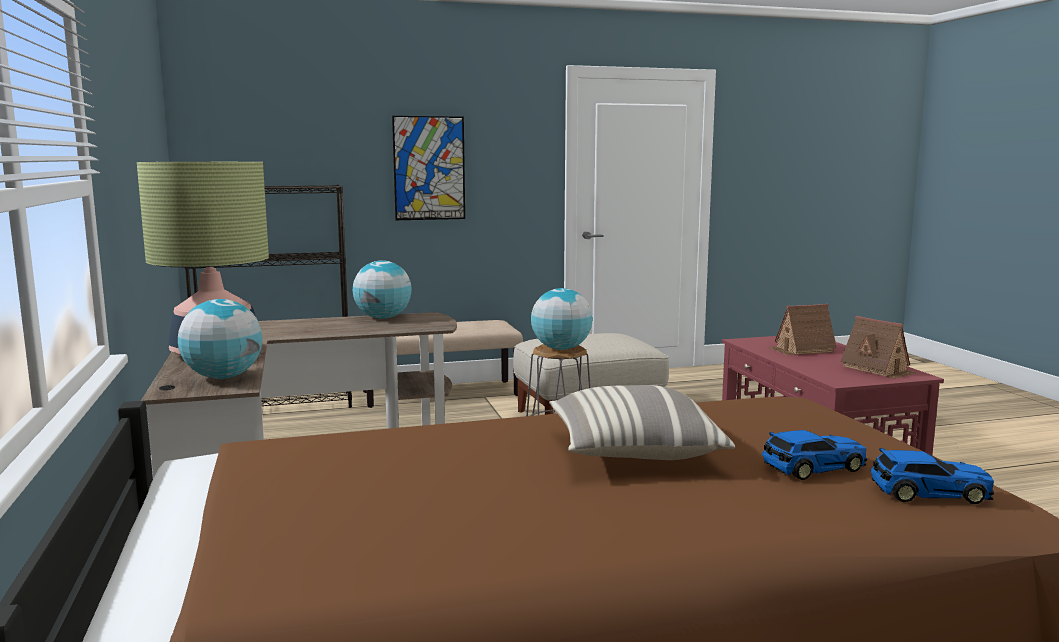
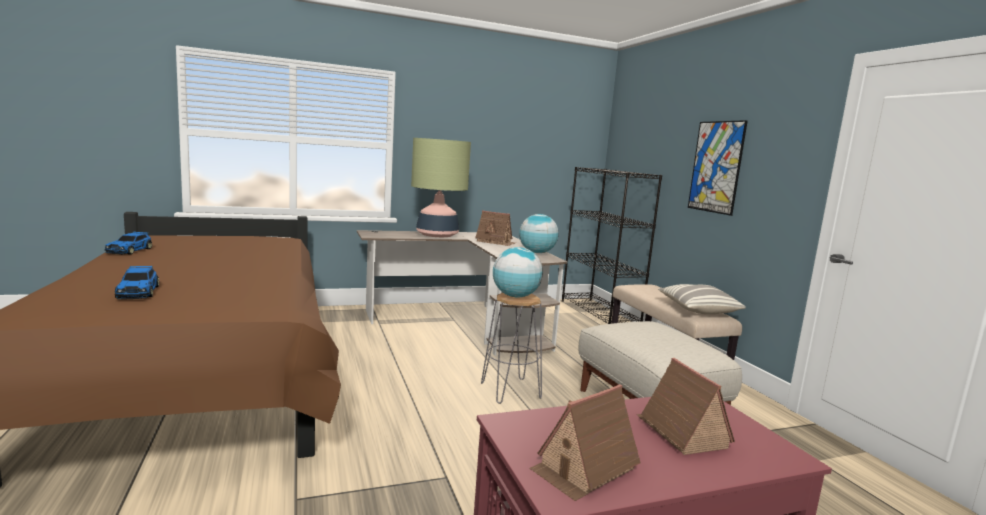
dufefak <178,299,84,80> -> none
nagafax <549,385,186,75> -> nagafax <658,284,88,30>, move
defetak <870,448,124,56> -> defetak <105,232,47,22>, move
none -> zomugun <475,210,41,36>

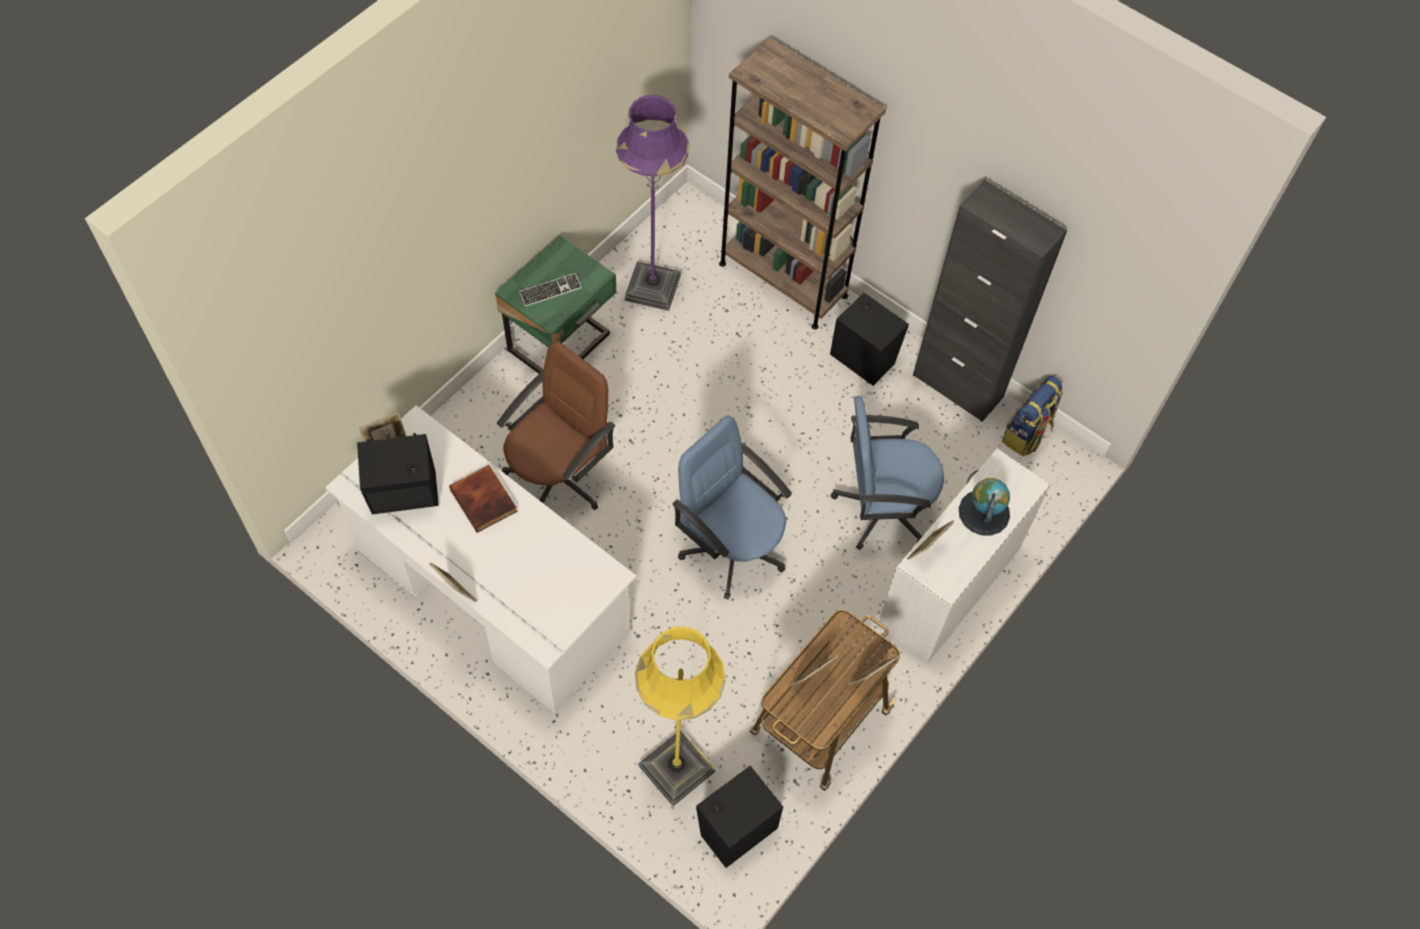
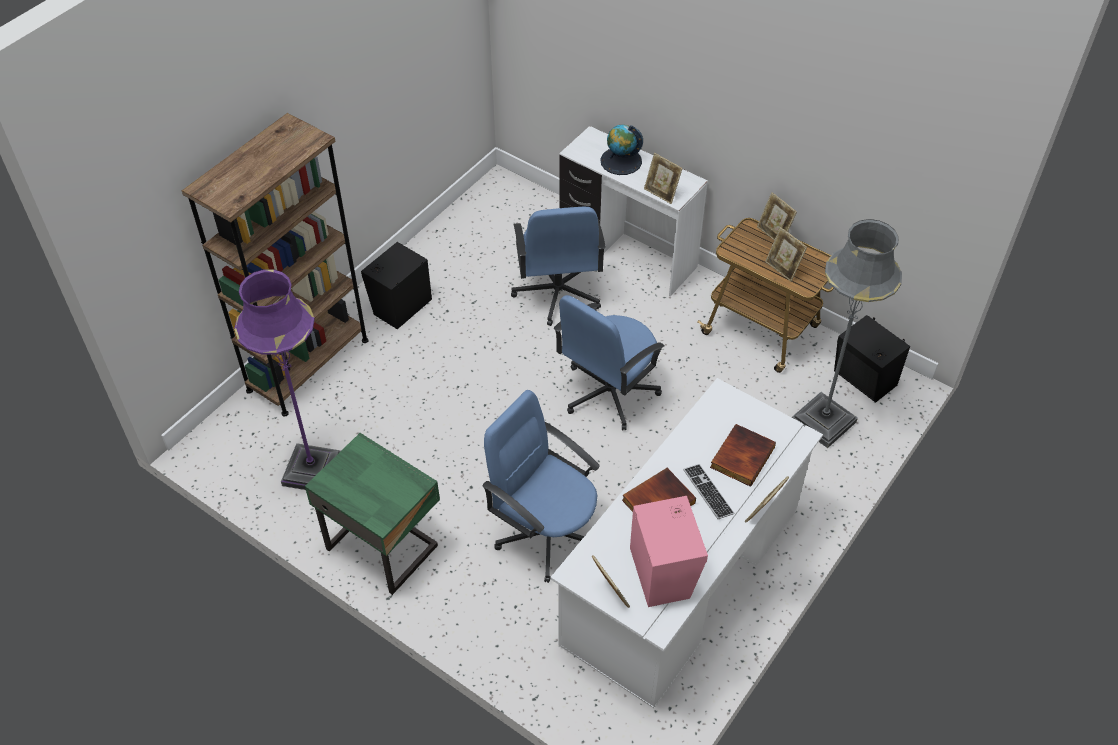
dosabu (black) <913,180,154,242> -> none
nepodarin <519,273,63,34> -> nepodarin <683,464,51,55>, move
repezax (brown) <497,341,118,169> -> repezax (blue) <482,390,118,193>
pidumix <1002,376,61,80> -> none
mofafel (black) <357,433,82,81> -> mofafel (pink) <630,496,78,111>
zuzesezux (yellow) <635,626,90,180> -> zuzesezux (grey) <792,219,110,229>
none -> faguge <710,424,66,63>

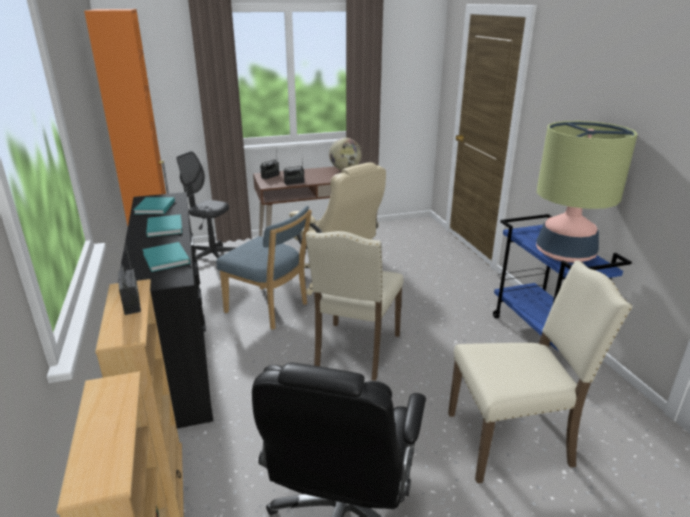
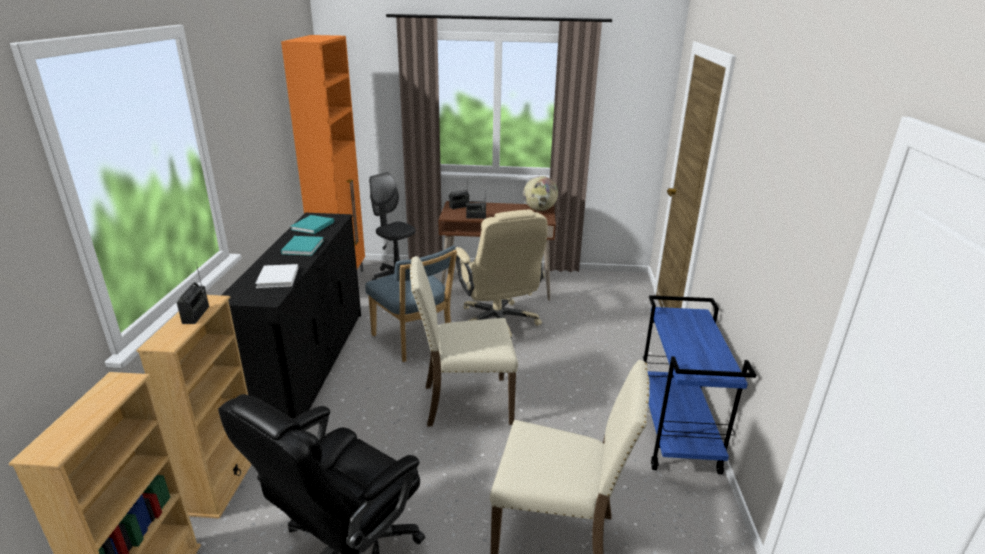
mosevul <536,121,102,142> -> none
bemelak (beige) <305,231,99,150> -> bemelak (beige) <410,256,108,171>, 45 degrees clockwise
faguge (turquoise) <142,242,48,30> -> faguge (white) <255,264,43,24>

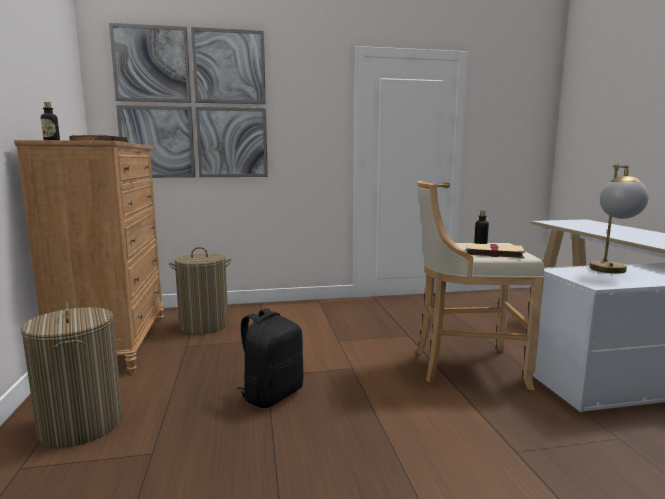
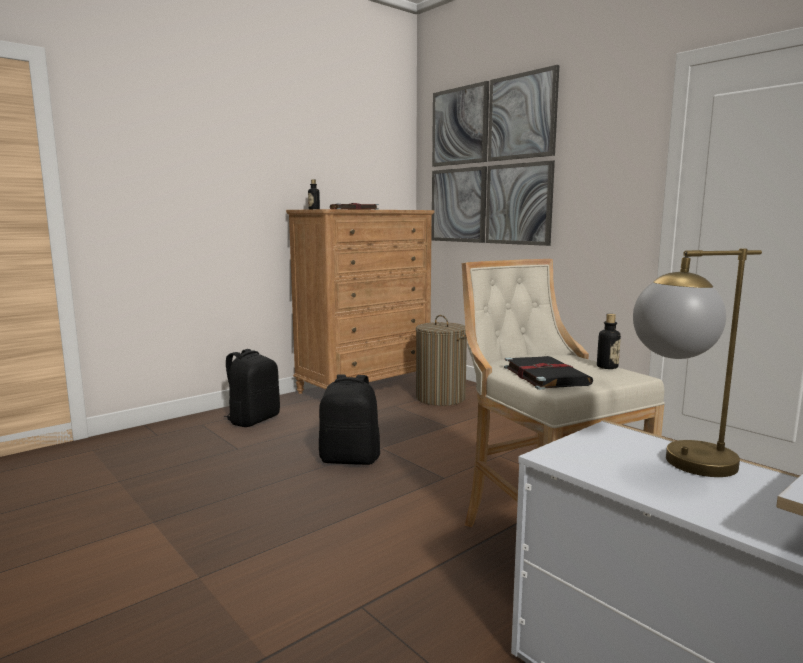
faguge (beige) <466,243,59,16> -> faguge (black) <504,356,89,34>
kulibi <21,302,102,146> -> pidumix (black) <224,349,56,78>

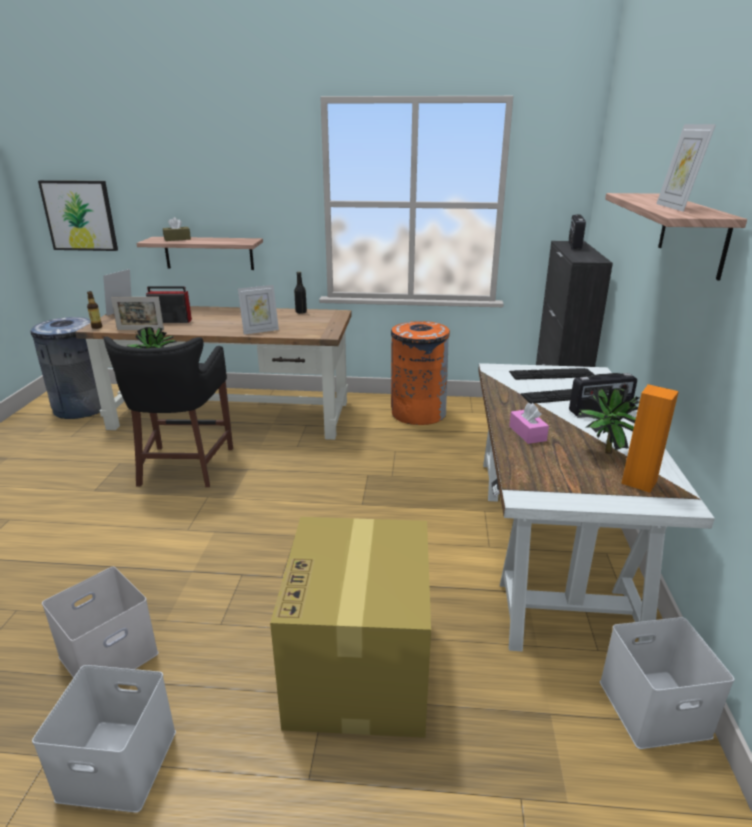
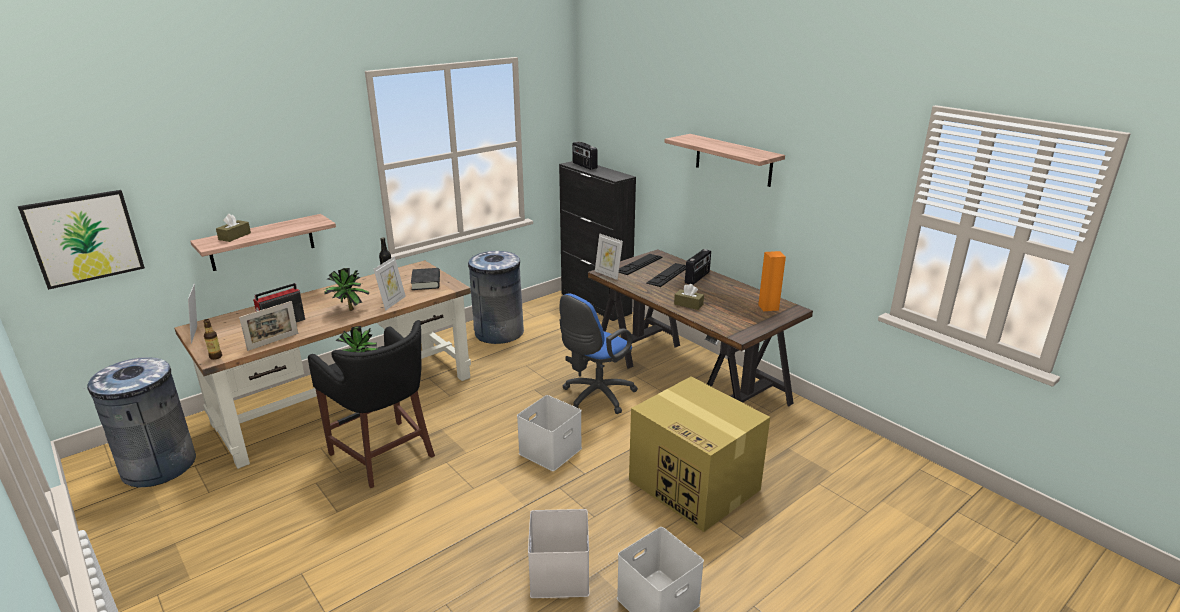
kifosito <656,124,60,88> -> kifosito <595,233,28,47>, move
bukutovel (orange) <391,321,59,104> -> bukutovel (grey) <468,251,56,93>
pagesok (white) <478,363,237,288> -> pagesok (brown) <588,249,225,157>
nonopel <577,387,62,67> -> nonopel <324,268,45,43>, move
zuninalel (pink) <509,403,40,41> -> zuninalel (brown) <674,284,30,26>
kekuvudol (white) <600,617,135,132> -> kekuvudol (white) <517,395,65,76>, move
none -> faguge (black) <411,268,29,22>
none -> repezax (blue) <560,293,78,121>

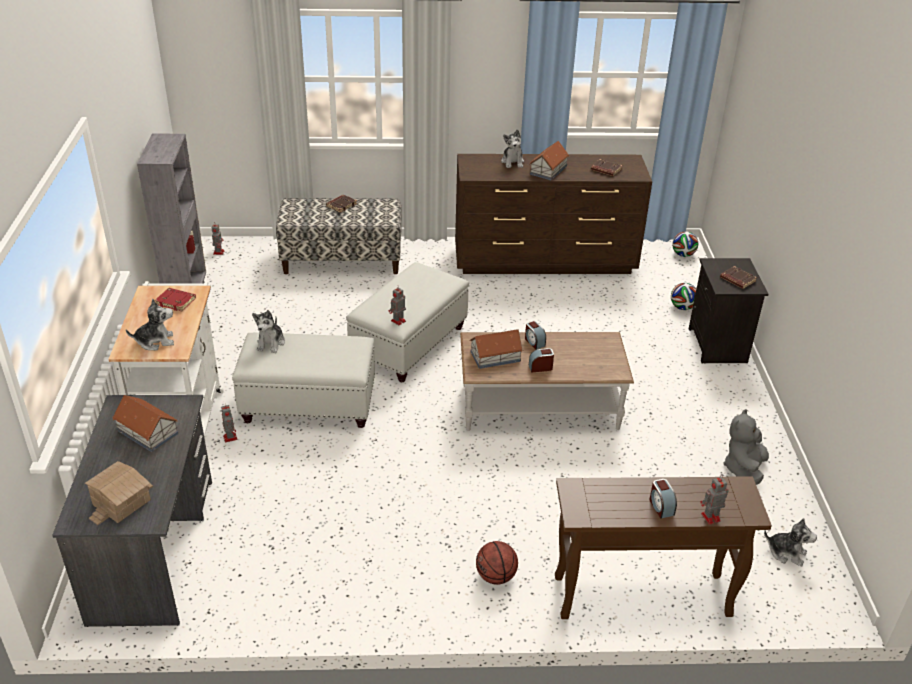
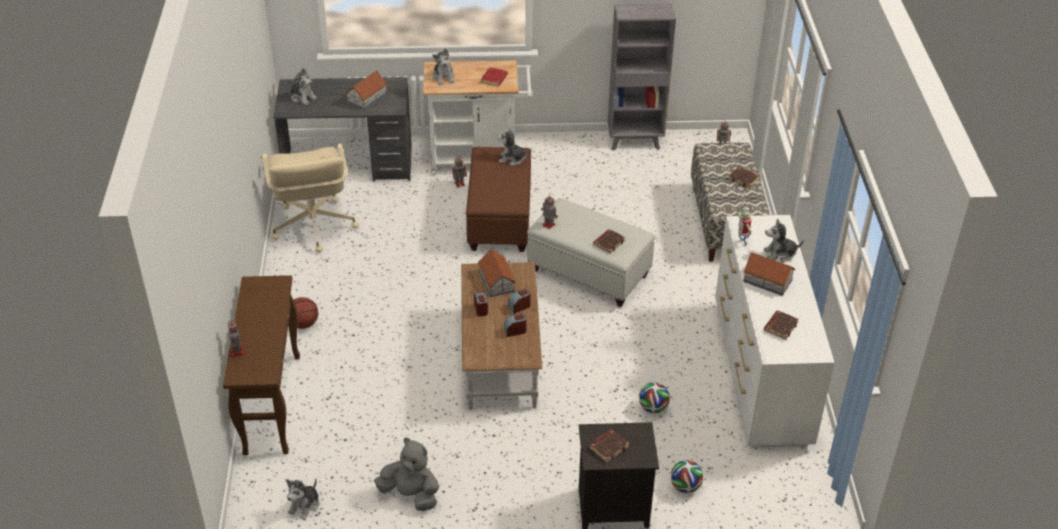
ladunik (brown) <455,154,197,120> -> ladunik (white) <715,215,120,233>
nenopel <672,231,26,26> -> nenopel <639,383,31,30>, move
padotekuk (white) <232,333,143,95> -> padotekuk (brown) <466,147,65,105>
zomugun <85,461,68,64> -> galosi <288,68,29,37>
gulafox <649,479,28,39> -> gulafox <504,313,23,24>, move
none -> repezax (beige) <262,143,97,109>
none -> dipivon <736,206,15,40>
none -> faguge (brown) <593,229,33,24>

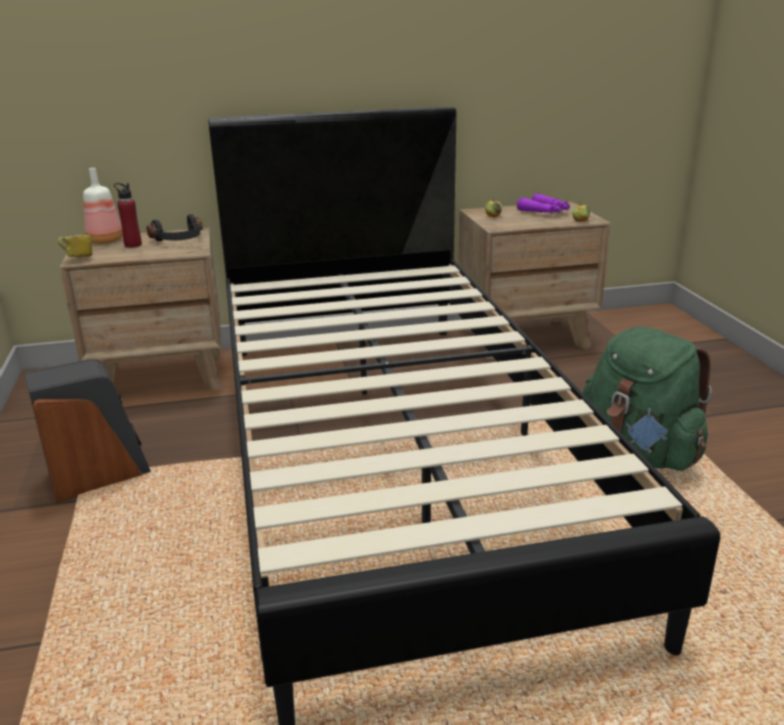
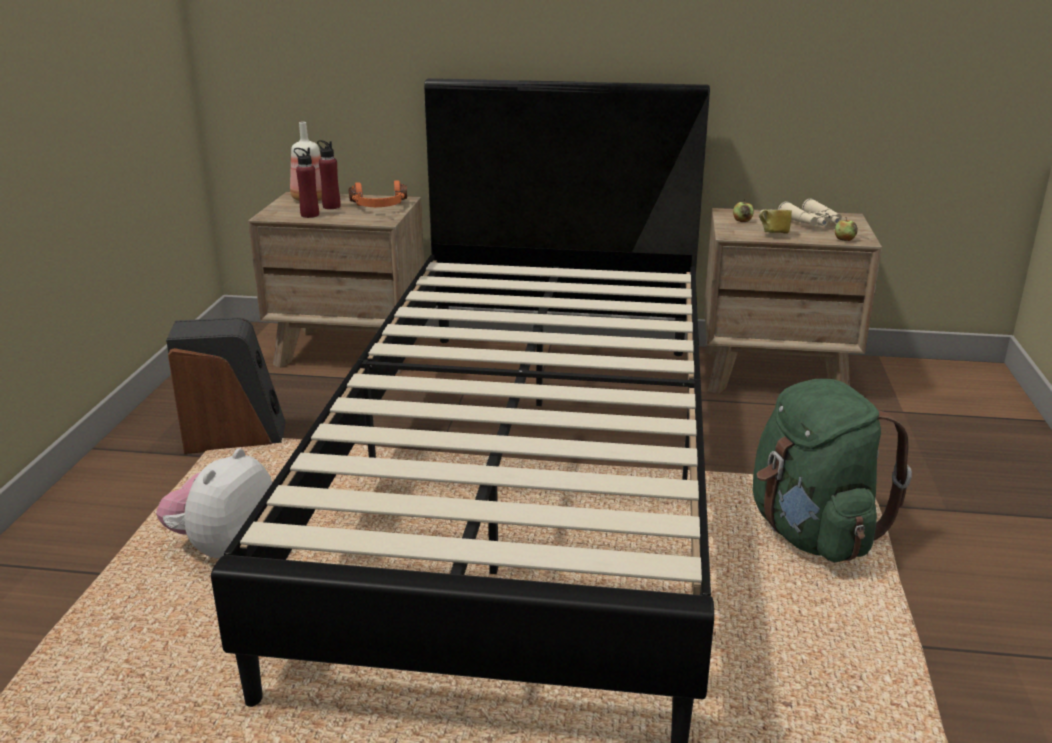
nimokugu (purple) <517,193,53,20> -> nimokugu (beige) <778,199,64,27>
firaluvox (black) <147,214,56,27> -> firaluvox (orange) <349,181,58,26>
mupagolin <58,235,34,22> -> mupagolin <759,209,33,25>, move
none -> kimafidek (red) <294,147,25,71>
none -> galosi <156,448,117,110>

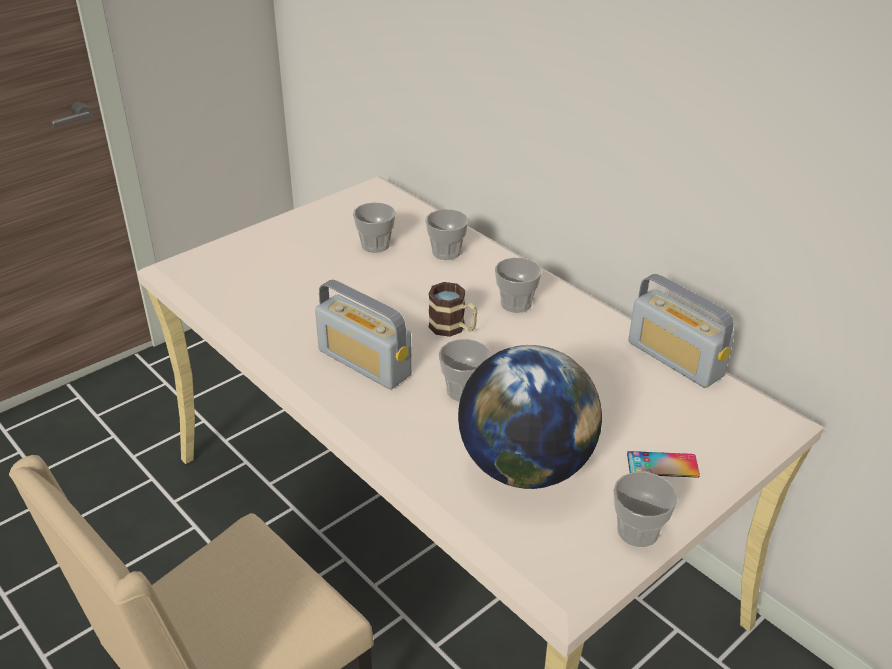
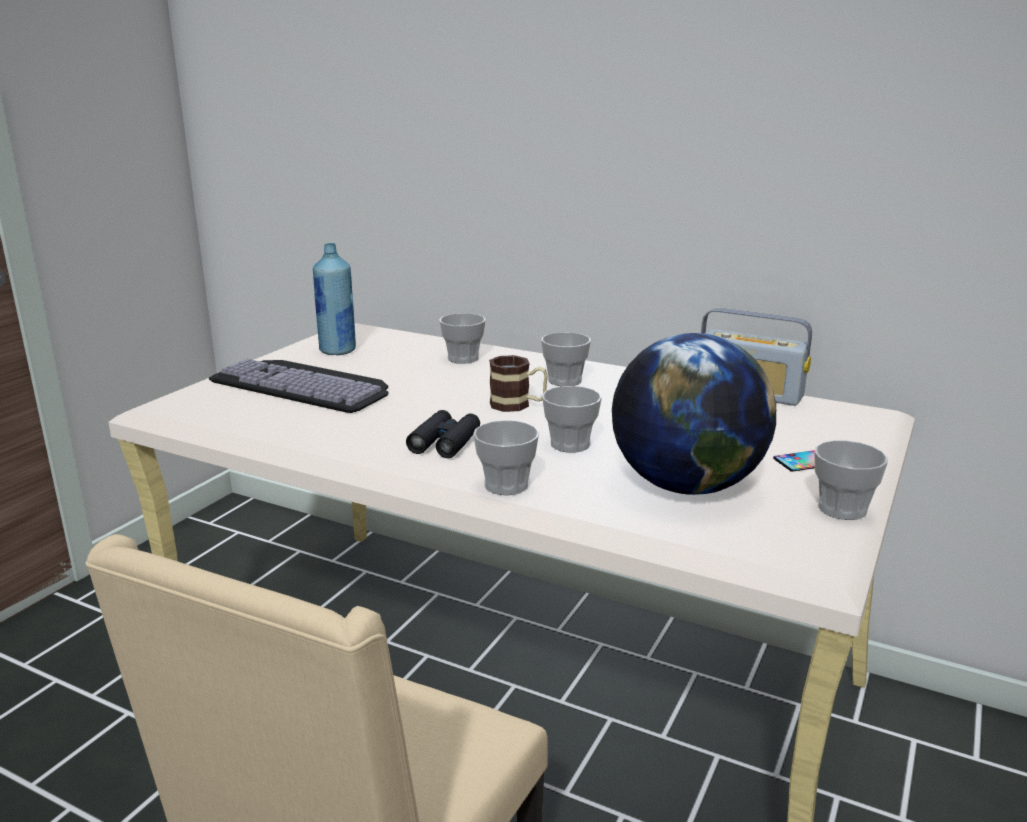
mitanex <353,202,43,51> -> mitanex <473,420,66,75>, move
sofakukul <315,279,97,110> -> nimokugu (black) <406,410,74,48>
none -> kimafidek (blue) <313,243,43,112>
none -> nepodarin <209,359,179,54>

